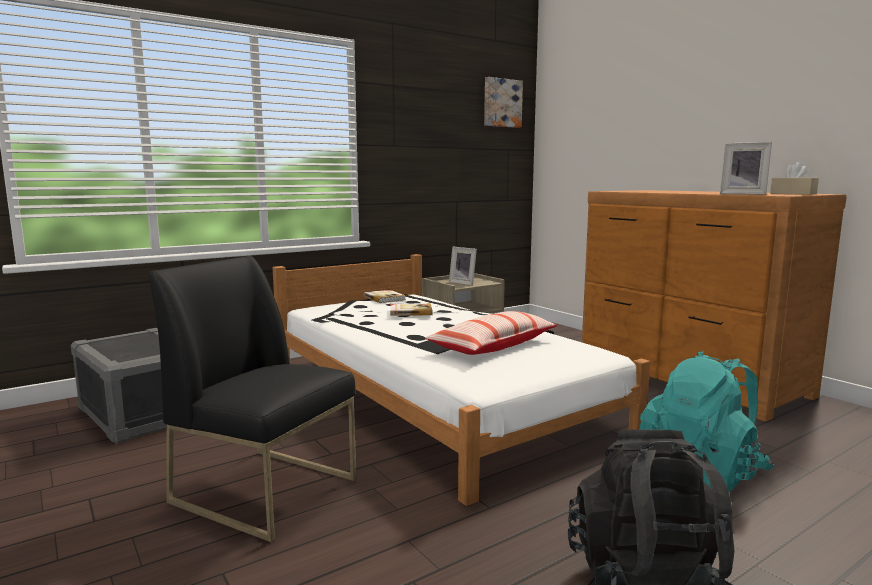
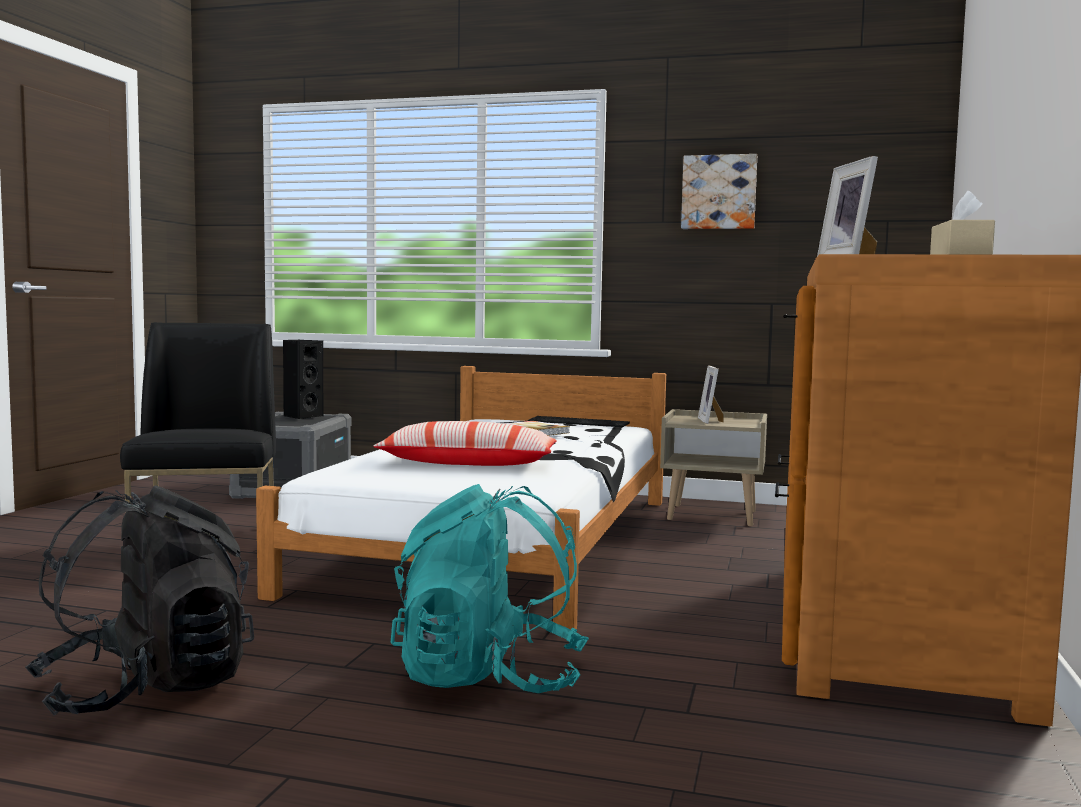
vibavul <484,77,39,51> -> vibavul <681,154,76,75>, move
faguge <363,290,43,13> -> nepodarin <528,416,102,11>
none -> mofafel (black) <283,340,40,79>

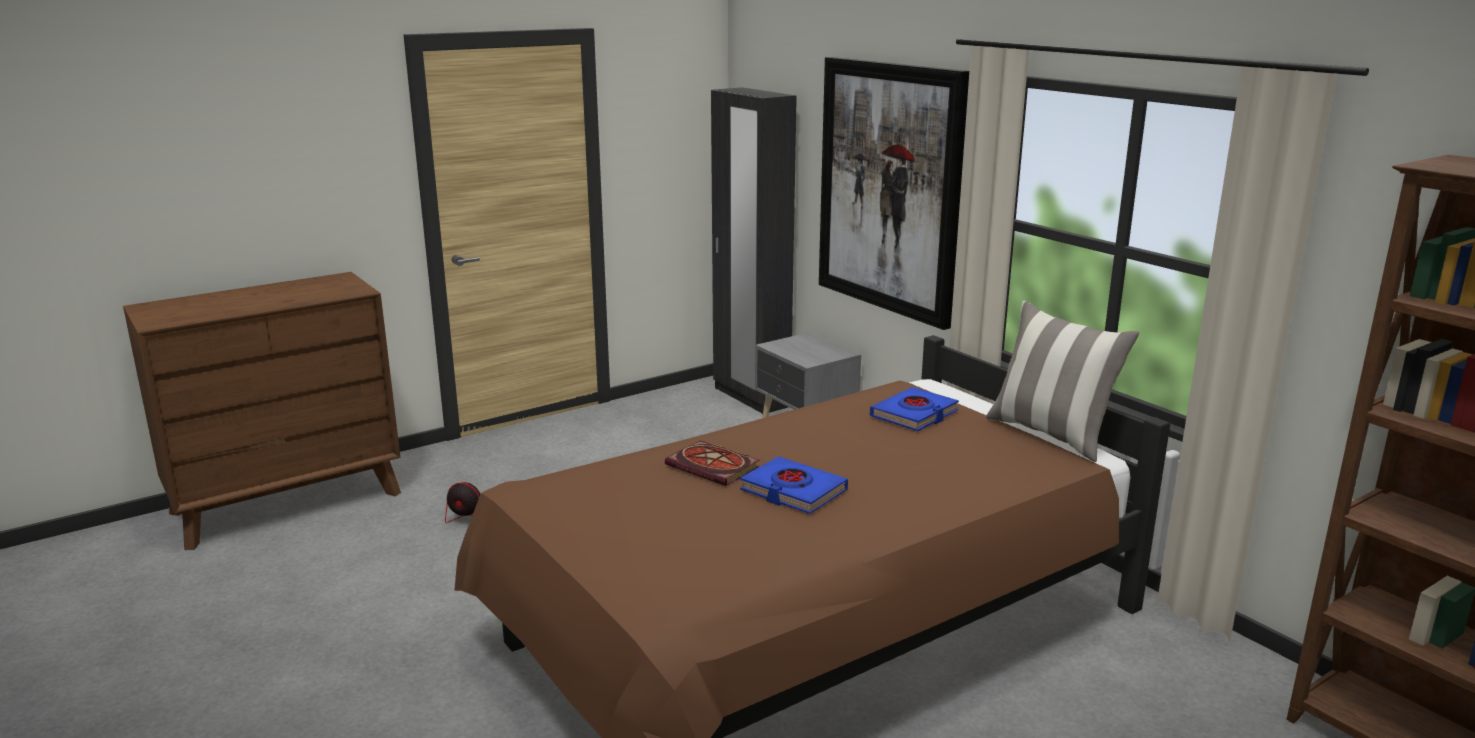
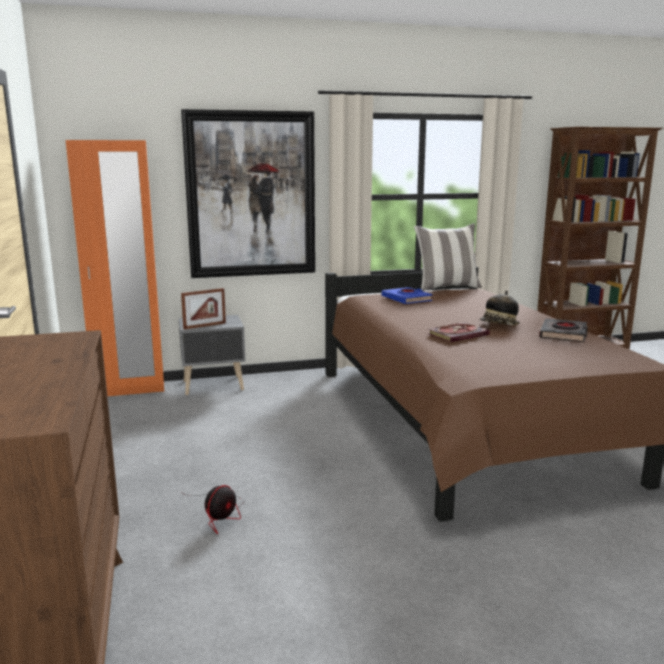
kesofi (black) <711,87,86,327> -> kesofi (orange) <66,140,98,256>
faguge (blue) <740,456,108,58> -> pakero <479,291,41,34>
none -> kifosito <181,288,45,41>
none -> faguge (black) <539,318,49,24>

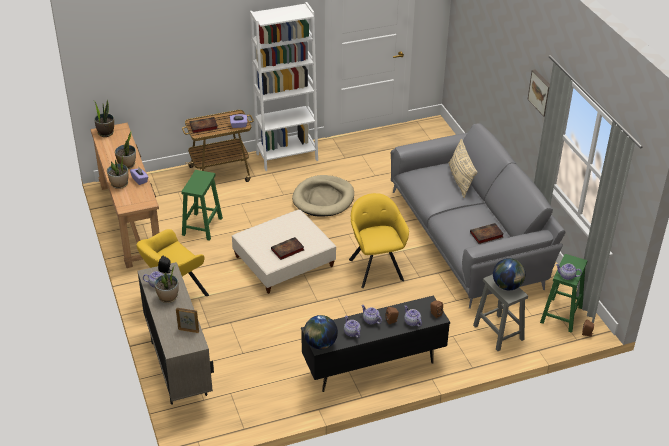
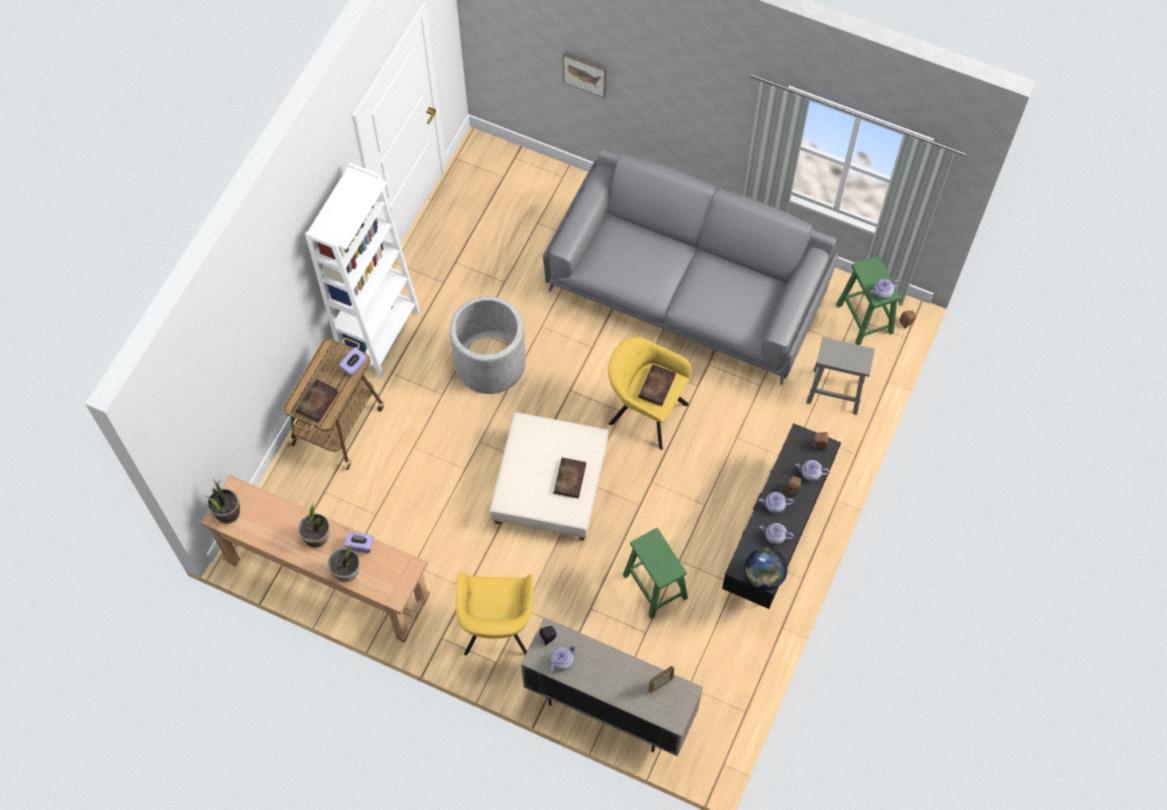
vibavul <528,69,22,48> -> vibavul <563,51,44,47>, move
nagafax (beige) <448,139,30,59> -> none
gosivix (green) <182,170,41,71> -> gosivix (green) <623,528,65,91>, move
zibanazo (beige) <292,175,62,42> -> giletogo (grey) <450,296,76,98>
faguge <470,223,34,21> -> faguge <638,364,38,42>, move
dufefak <493,258,32,32> -> none
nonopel <154,265,25,38> -> none

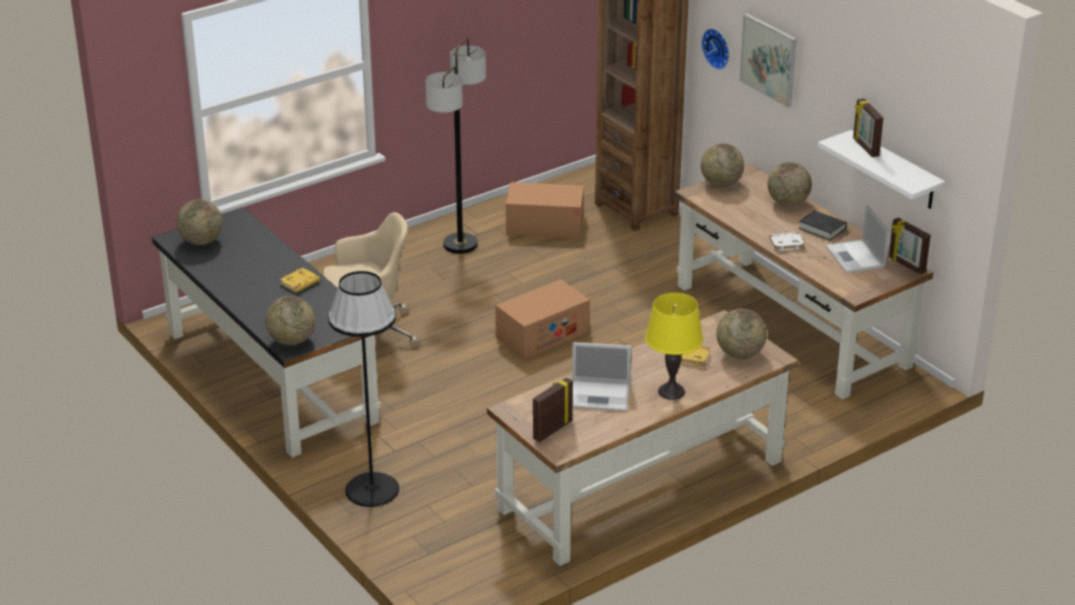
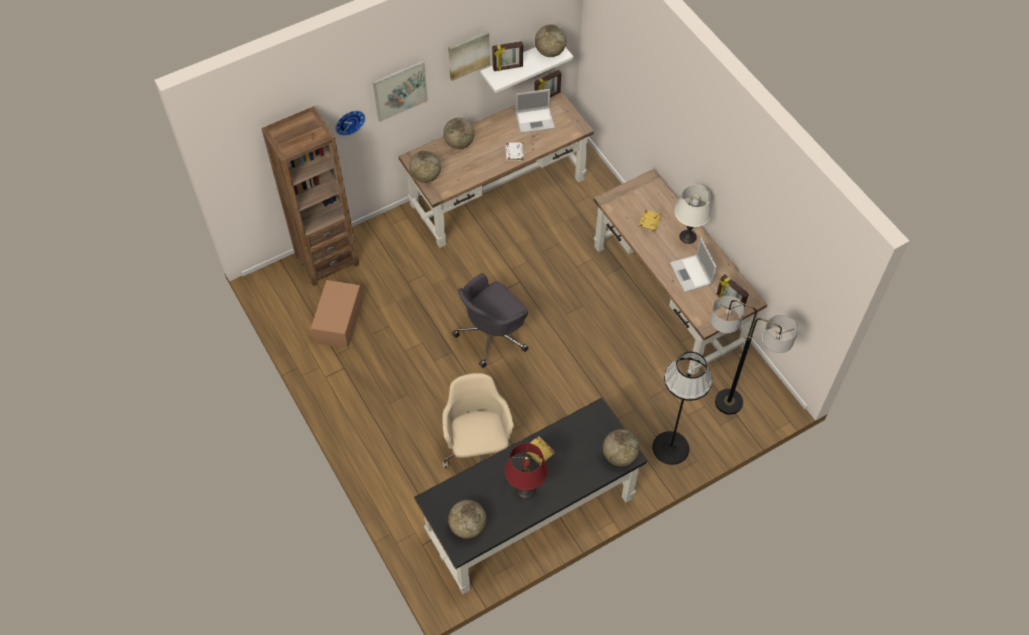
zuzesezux <425,38,61,216> -> zuzesezux <711,295,87,120>, move
faguge (black) <799,210,48,31> -> none
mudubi <495,279,95,80> -> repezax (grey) <452,273,76,95>
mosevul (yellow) <645,293,58,107> -> mosevul (white) <675,185,37,59>
dufefak <716,309,51,50> -> dufefak <535,24,32,33>, move
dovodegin <572,342,59,69> -> dovodegin <670,238,47,54>, 150 degrees clockwise
none -> vibavul <448,31,42,50>
none -> mosevul (red) <505,443,43,57>

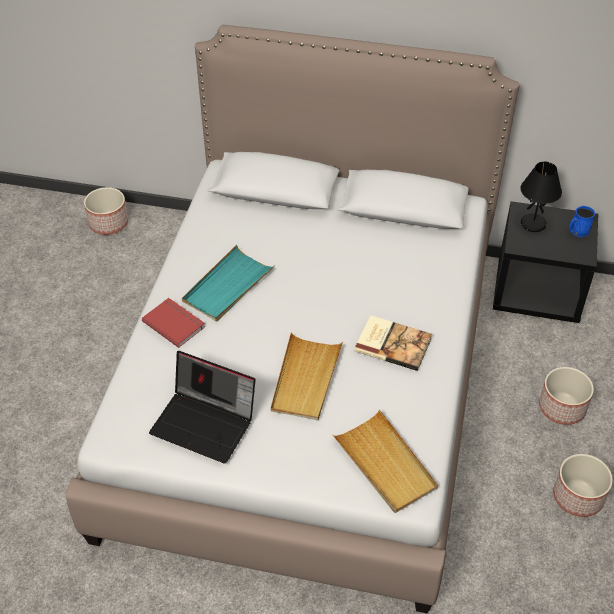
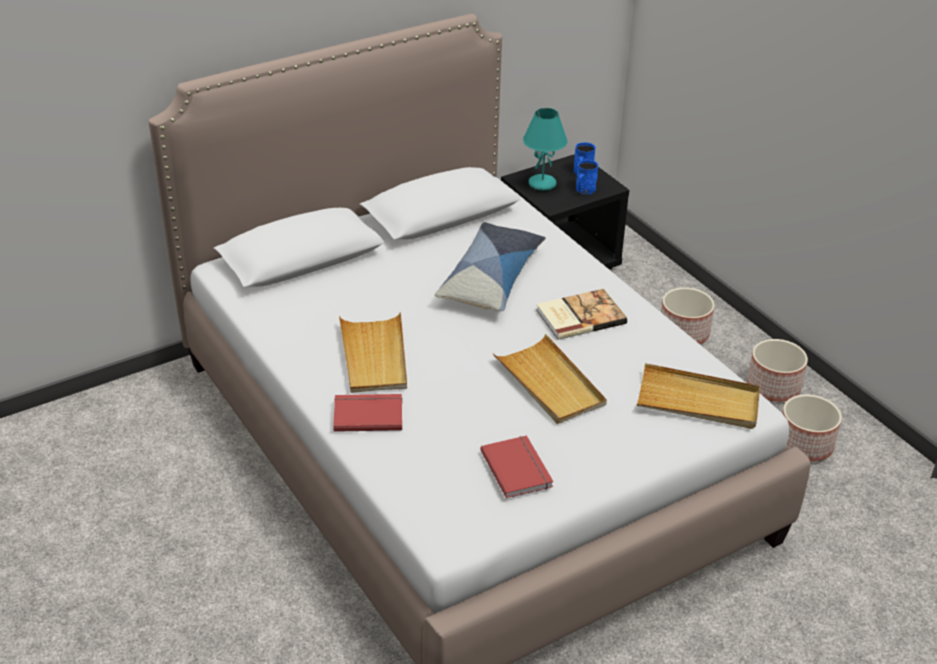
mosevul (black) <520,162,42,70> -> mosevul (turquoise) <523,108,45,83>
giletogo <84,187,44,48> -> giletogo <782,394,60,68>, move
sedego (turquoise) <182,245,93,76> -> sedego (beige) <339,312,68,81>
dovodegin <149,351,106,113> -> faguge (red) <480,435,73,63>
none -> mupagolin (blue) <576,160,23,34>
none -> nagafax <435,222,111,89>

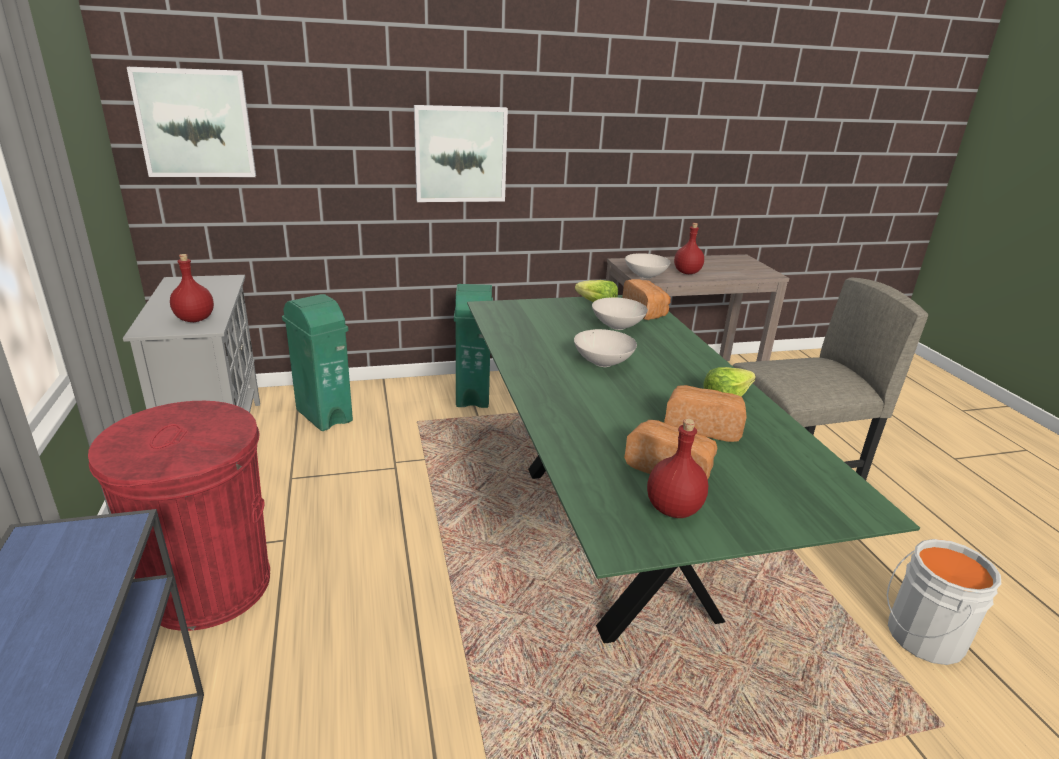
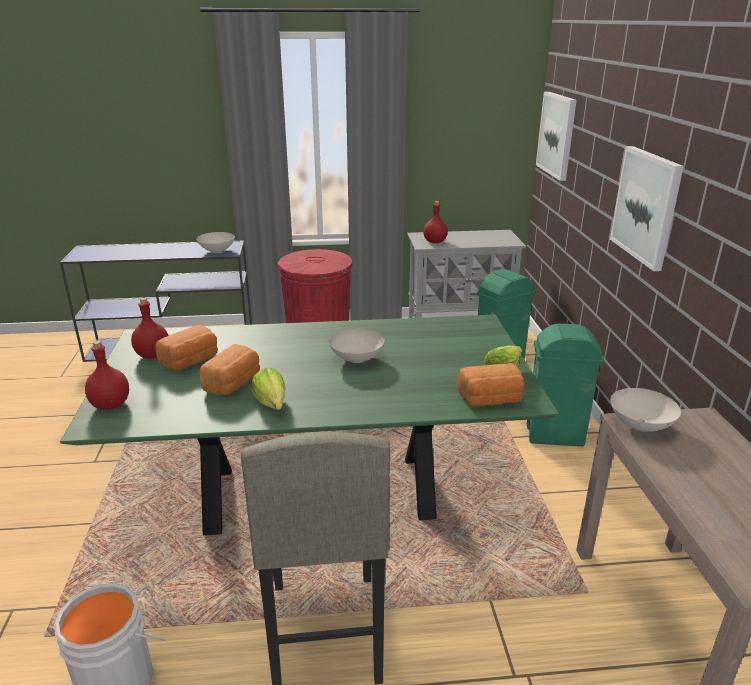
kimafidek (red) <674,223,30,51> -> kimafidek (red) <85,341,44,69>, move
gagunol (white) <592,297,56,33> -> gagunol (white) <196,232,39,21>, move

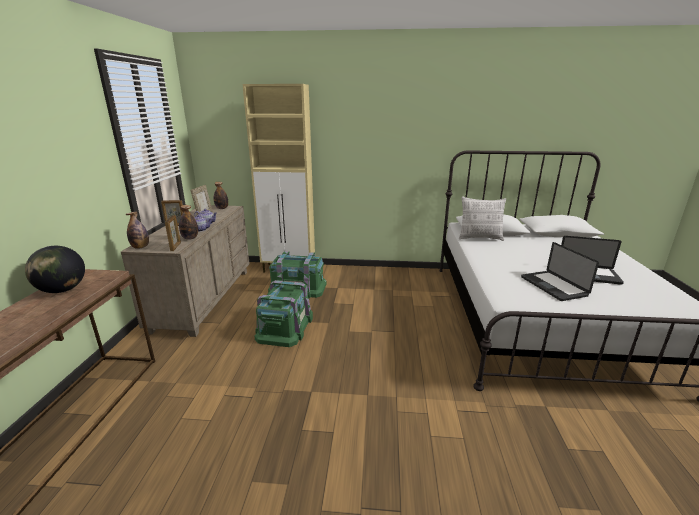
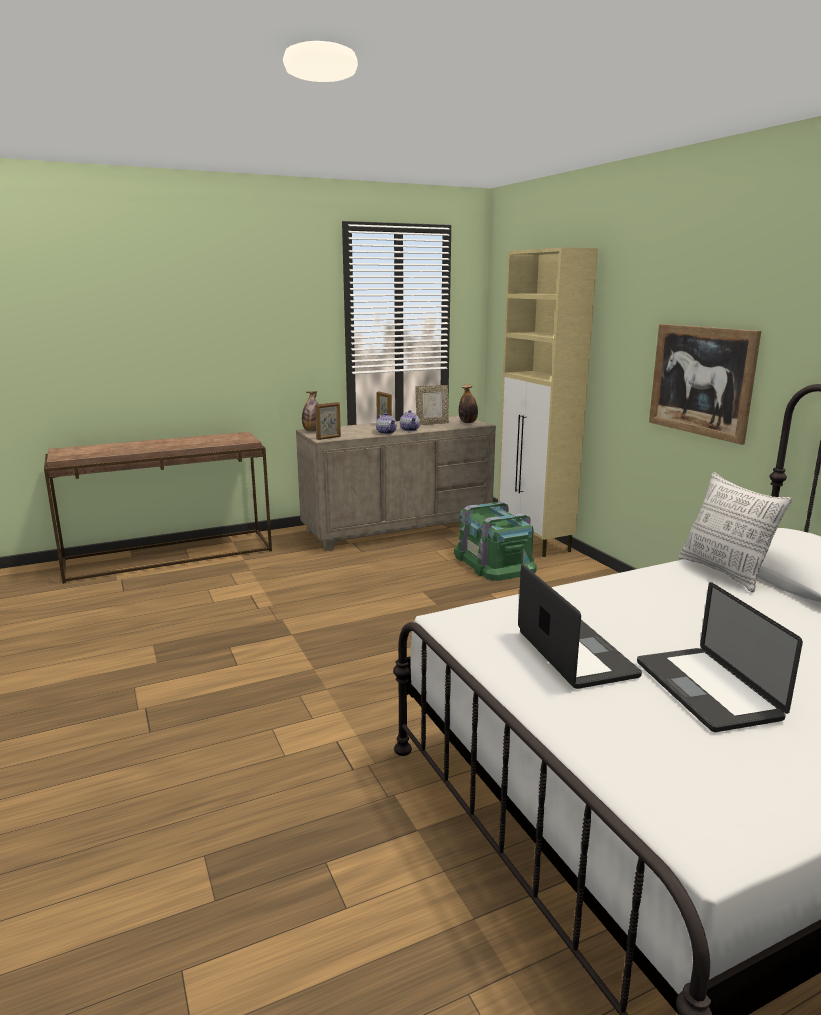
kimafidek <179,205,19,35> -> none
dovodegin <521,242,78,59> -> dovodegin <518,564,124,125>, 120 degrees clockwise
dufefak <25,246,60,47> -> none
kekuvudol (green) <255,280,58,67> -> none
none -> vibavul <649,324,112,121>

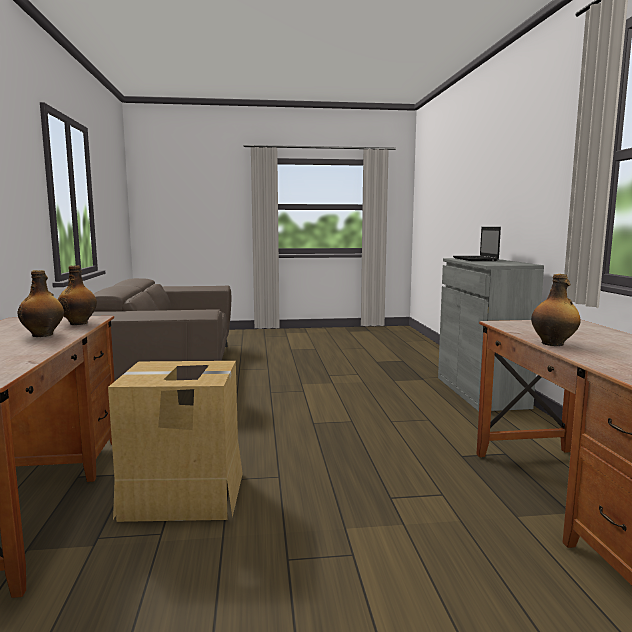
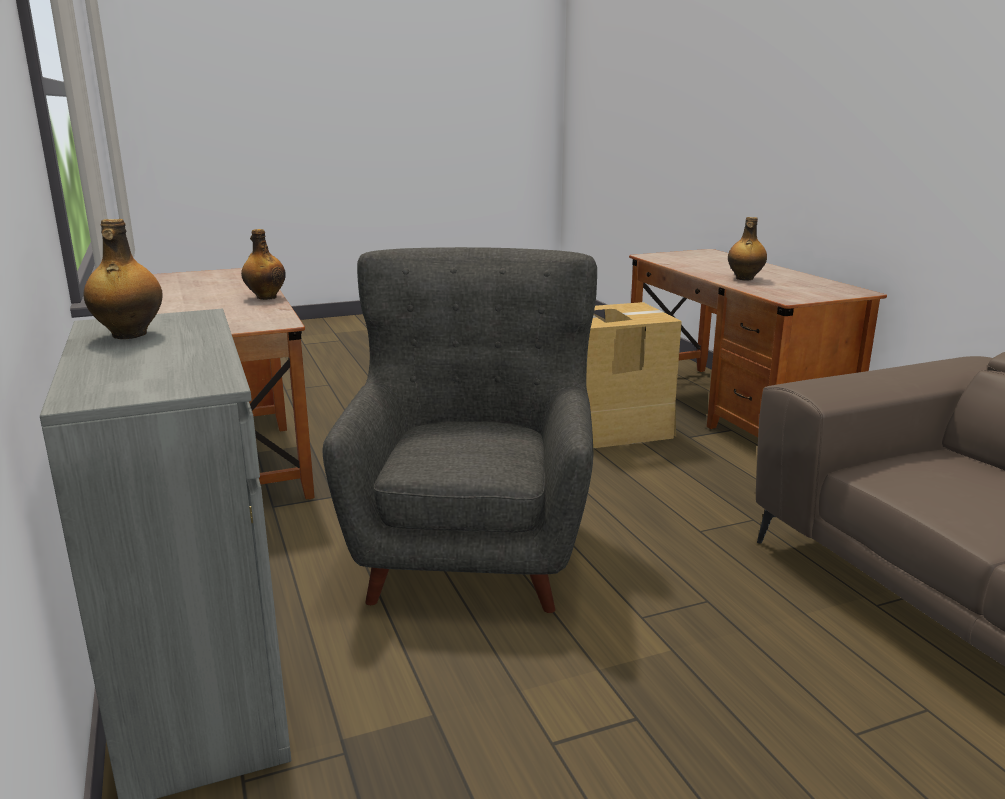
dovodegin <453,227,48,34> -> none
kimafidek <58,265,39,60> -> kimafidek <83,219,80,120>, move
none -> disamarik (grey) <322,247,275,366>

